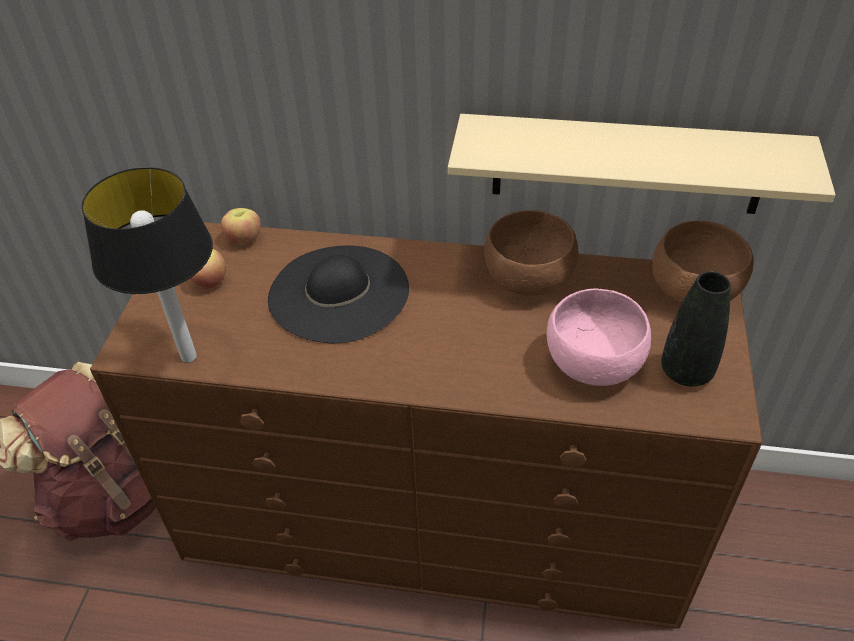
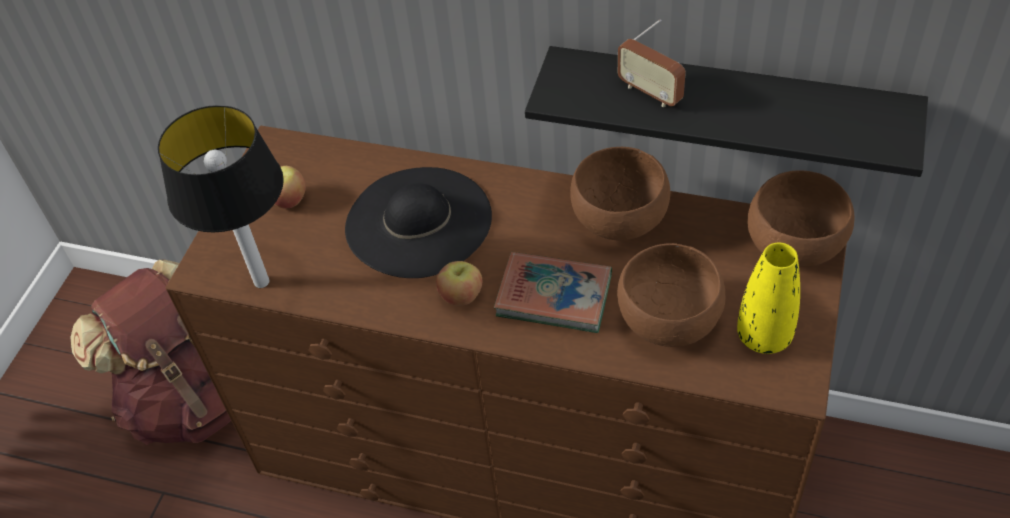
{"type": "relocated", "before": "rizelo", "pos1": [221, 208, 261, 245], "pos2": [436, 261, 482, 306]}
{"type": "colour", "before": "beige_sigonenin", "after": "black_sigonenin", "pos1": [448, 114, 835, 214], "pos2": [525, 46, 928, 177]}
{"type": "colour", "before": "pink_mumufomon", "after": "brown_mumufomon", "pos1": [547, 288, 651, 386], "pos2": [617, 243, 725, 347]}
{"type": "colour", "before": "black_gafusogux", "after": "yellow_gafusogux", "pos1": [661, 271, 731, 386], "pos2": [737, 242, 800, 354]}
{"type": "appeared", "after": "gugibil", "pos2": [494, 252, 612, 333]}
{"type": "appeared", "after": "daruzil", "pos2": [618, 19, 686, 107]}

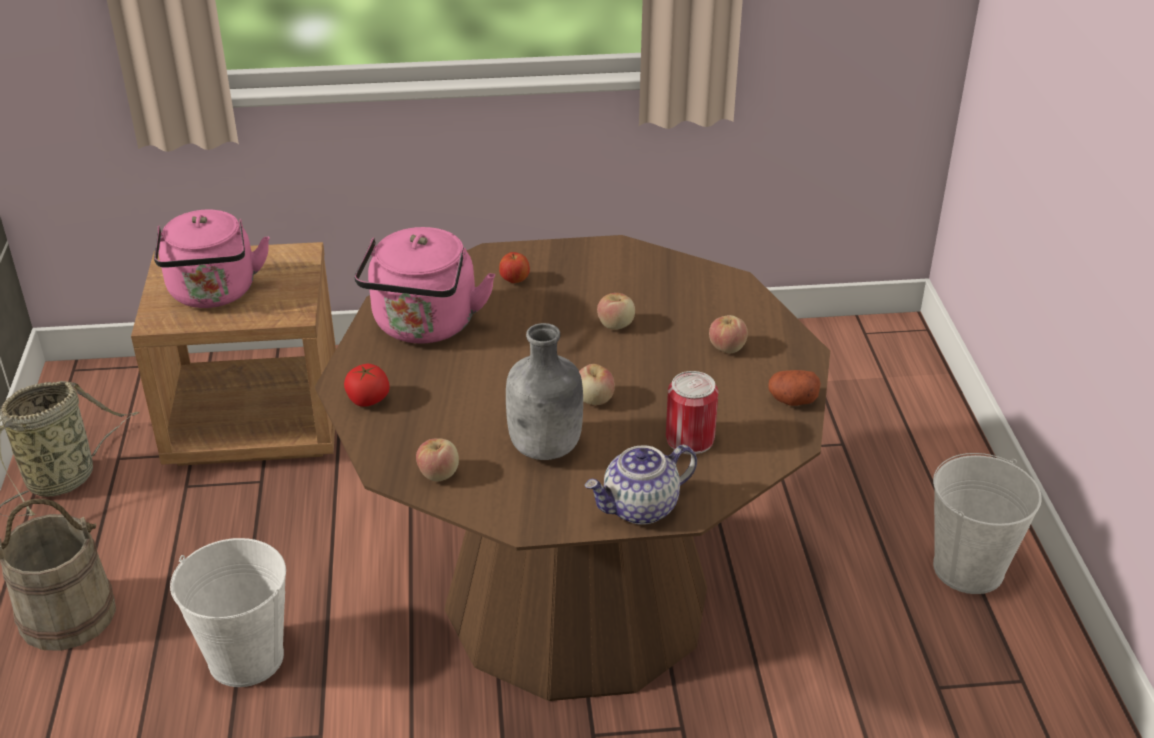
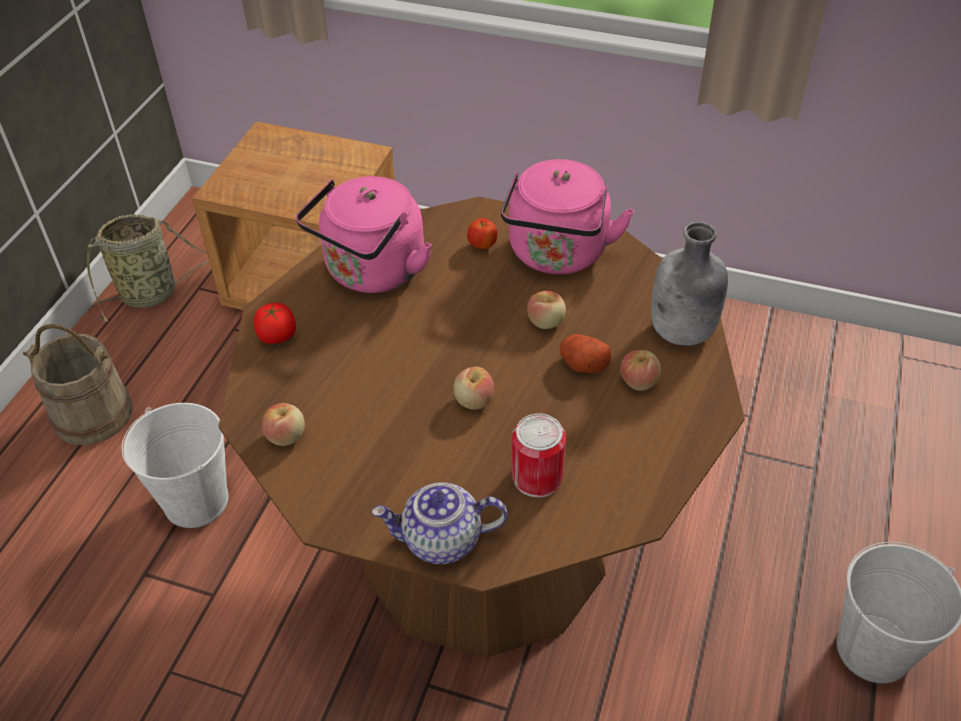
{"type": "relocated", "before": "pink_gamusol", "pos1": [154, 210, 270, 308], "pos2": [501, 159, 634, 274]}
{"type": "relocated", "before": "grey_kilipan", "pos1": [506, 323, 583, 460], "pos2": [651, 222, 728, 346]}
{"type": "relocated", "before": "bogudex", "pos1": [768, 370, 821, 406], "pos2": [560, 334, 611, 373]}

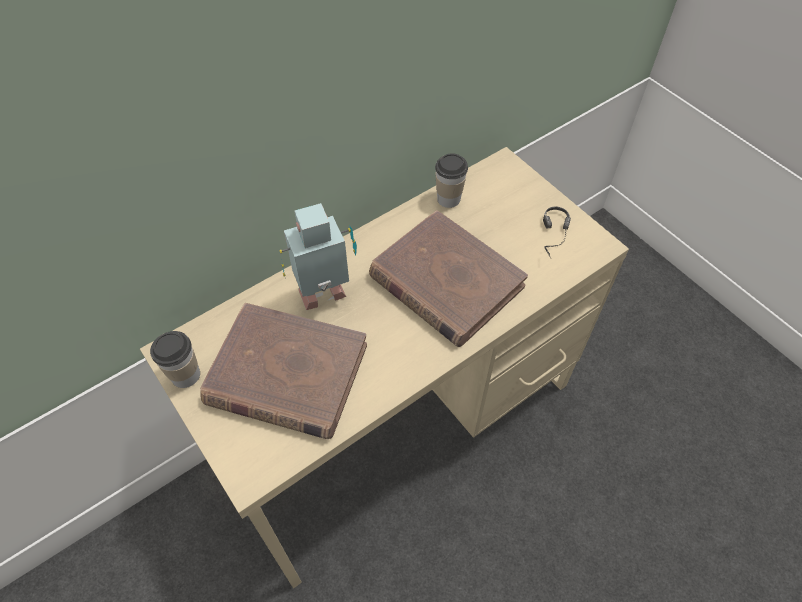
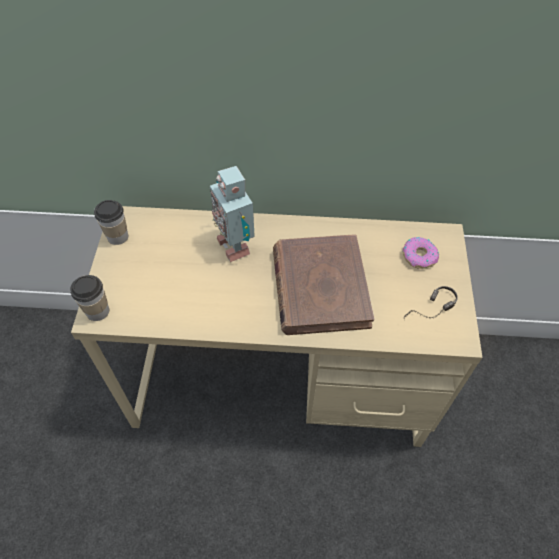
{"type": "missing", "before": "brown_gugibil", "pos1": [200, 303, 367, 439]}
{"type": "spun", "before": "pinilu", "pos1": [279, 203, 357, 310], "pos2": [210, 166, 255, 262], "turn": -135}
{"type": "relocated", "before": "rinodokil", "pos1": [435, 153, 468, 208], "pos2": [70, 275, 109, 321]}
{"type": "appeared", "after": "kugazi", "pos2": [403, 237, 439, 269]}

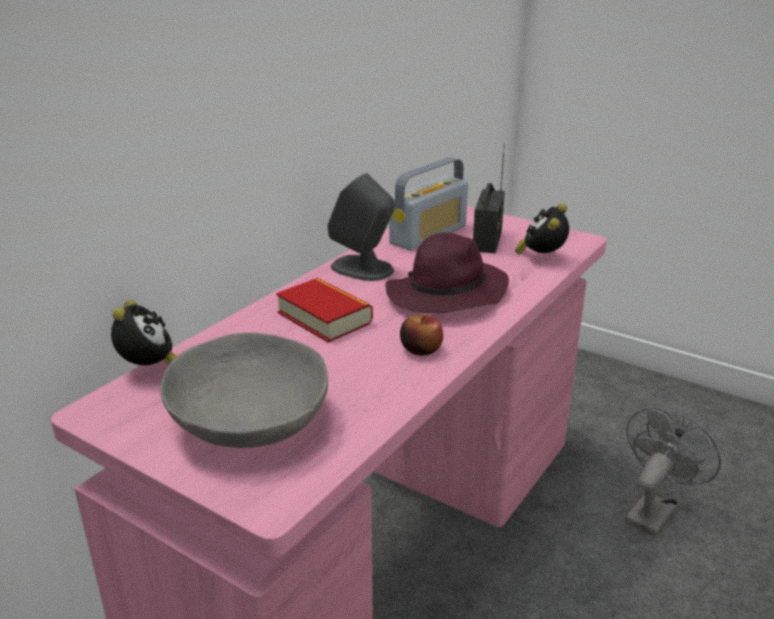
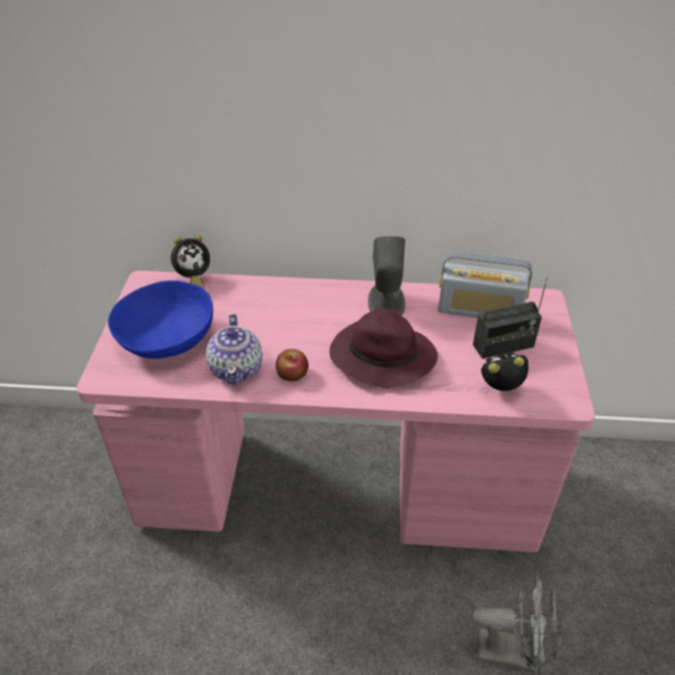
{"type": "colour", "before": "grey_mumufomon", "after": "blue_mumufomon", "pos1": [160, 333, 328, 448], "pos2": [108, 280, 213, 359]}
{"type": "missing", "before": "gugibil", "pos1": [276, 278, 373, 343]}
{"type": "appeared", "after": "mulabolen", "pos2": [206, 314, 263, 386]}

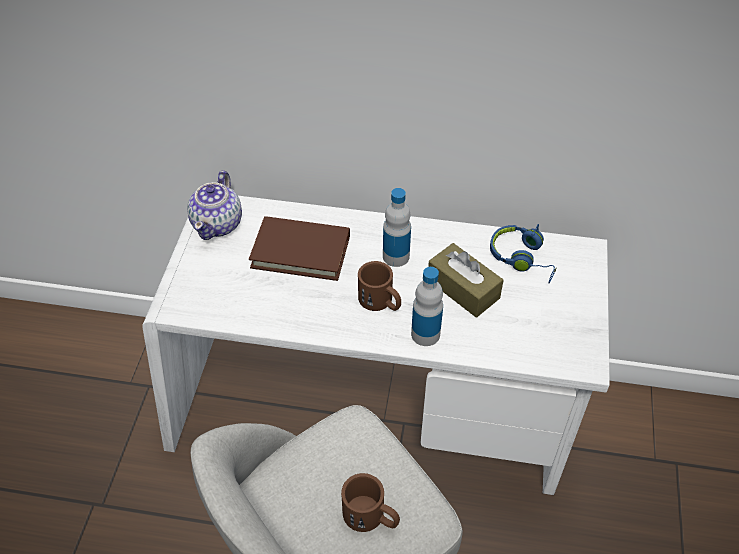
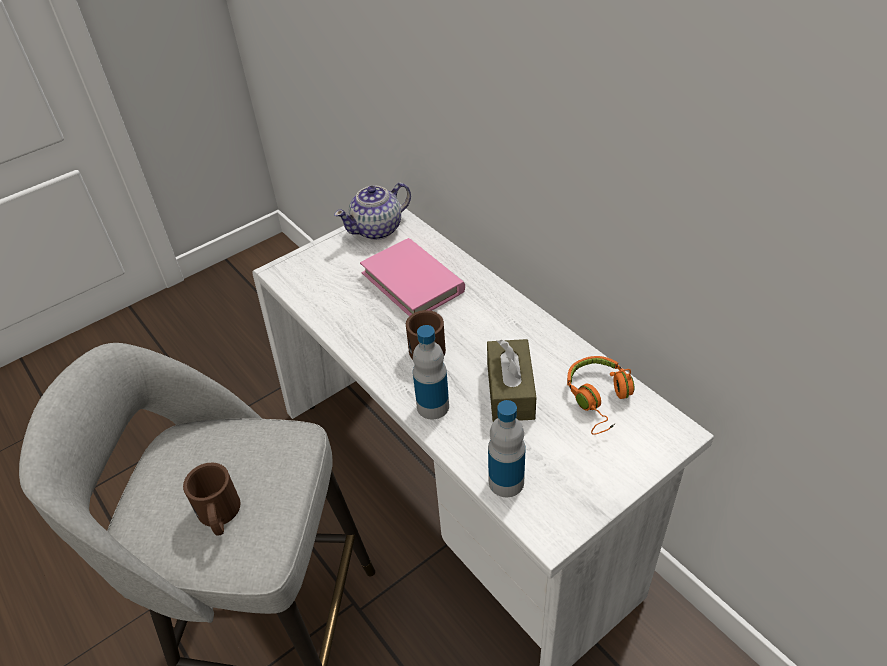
{"type": "colour", "before": "brown_gugibil", "after": "pink_gugibil", "pos1": [249, 216, 350, 281], "pos2": [360, 238, 465, 316]}
{"type": "relocated", "before": "kilipan", "pos1": [383, 188, 411, 267], "pos2": [488, 400, 525, 497]}
{"type": "colour", "before": "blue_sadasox", "after": "orange_sadasox", "pos1": [490, 224, 557, 283], "pos2": [567, 356, 635, 435]}

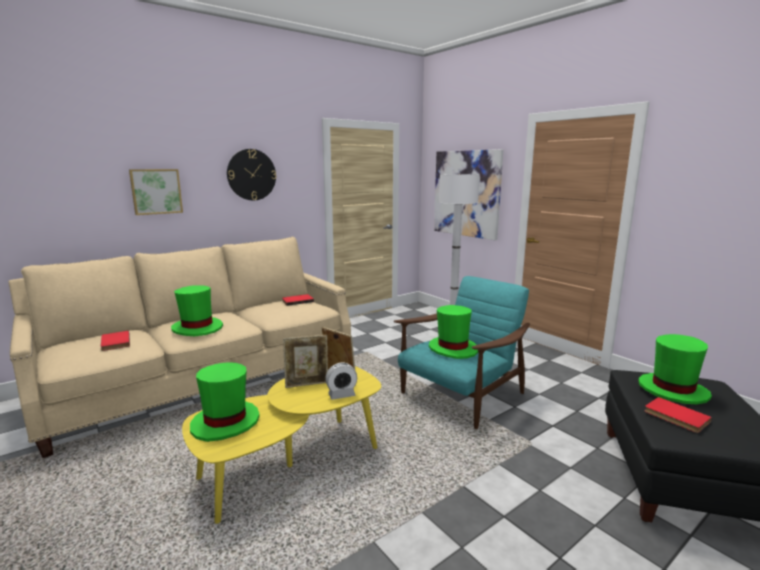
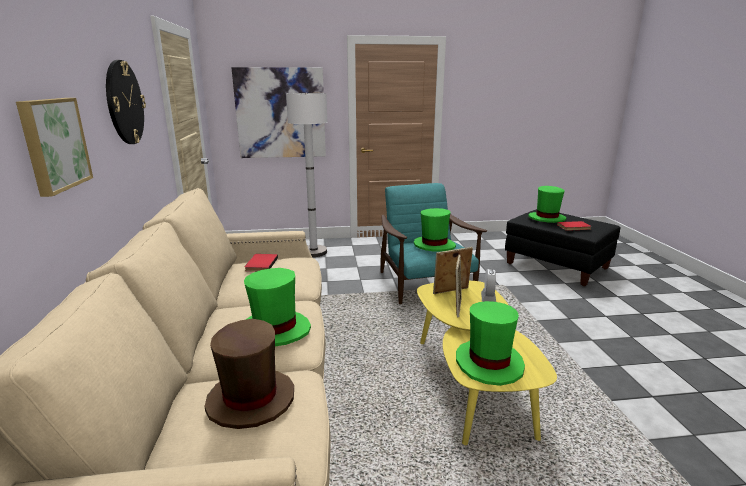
{"type": "exchanged", "before": "red_gugibil", "after": "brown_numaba", "pos1": [100, 331, 130, 351], "pos2": [205, 319, 294, 429]}

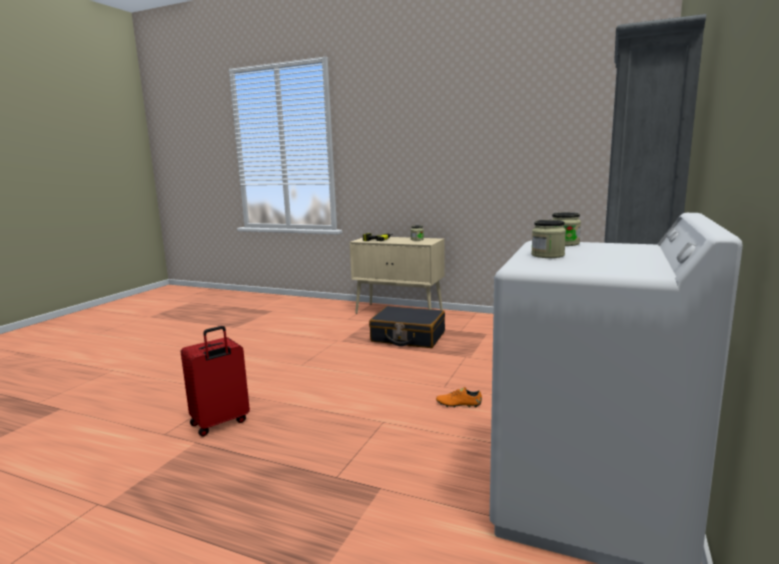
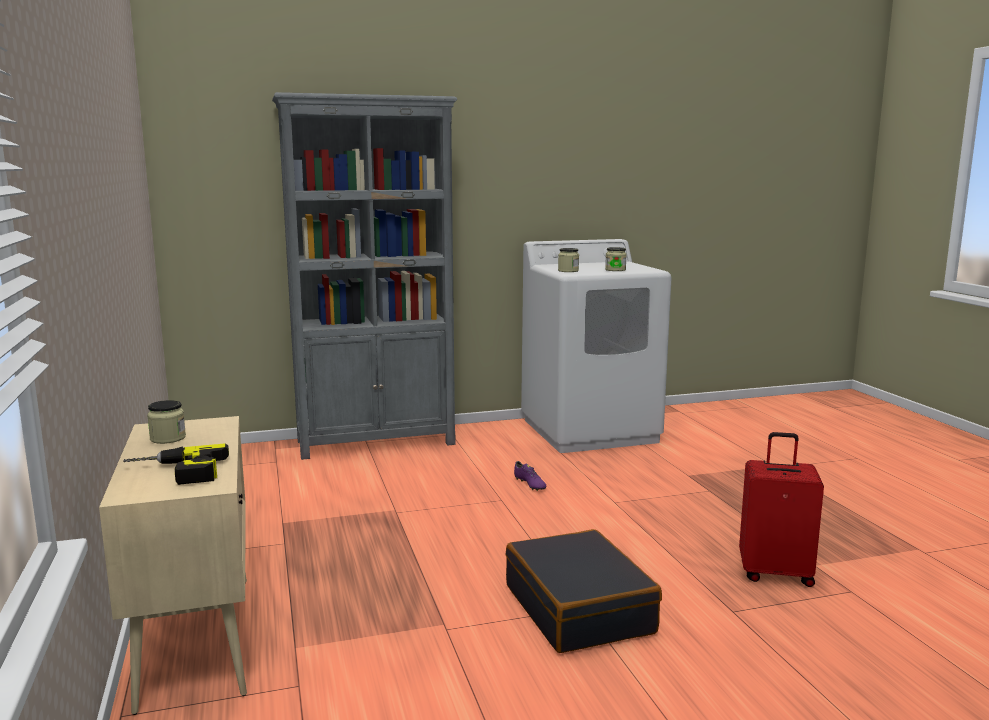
{"type": "relocated", "before": "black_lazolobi", "pos1": [369, 306, 445, 348], "pos2": [506, 529, 662, 653]}
{"type": "colour", "before": "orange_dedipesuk", "after": "purple_dedipesuk", "pos1": [436, 387, 482, 408], "pos2": [514, 461, 546, 491]}

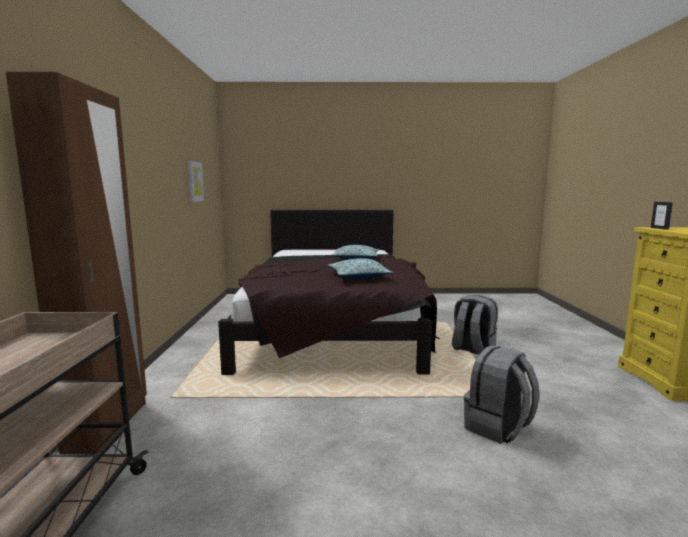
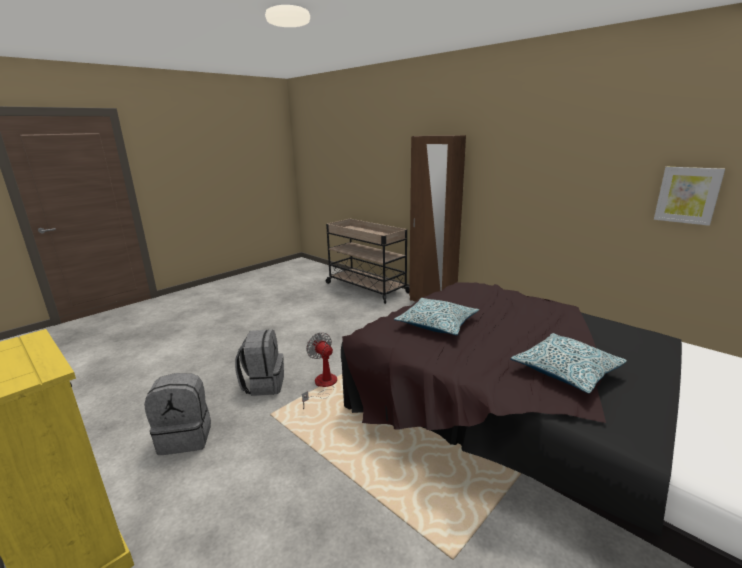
{"type": "relocated", "before": "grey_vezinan", "pos1": [452, 295, 498, 354], "pos2": [144, 373, 211, 455]}
{"type": "missing", "before": "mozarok", "pos1": [651, 202, 673, 230]}
{"type": "appeared", "after": "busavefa", "pos2": [302, 332, 337, 409]}

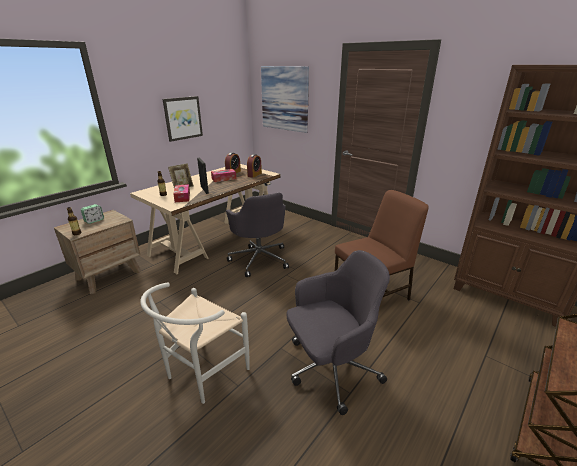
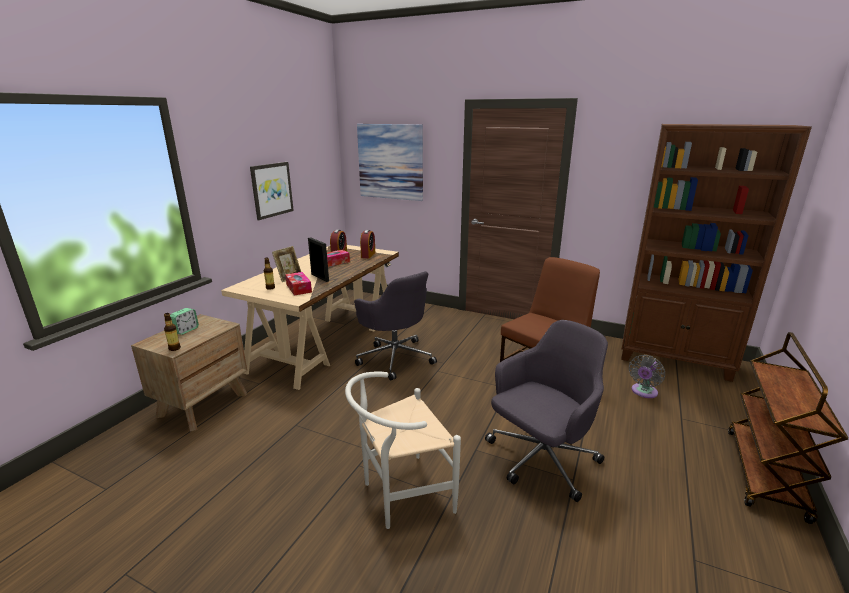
{"type": "spun", "before": "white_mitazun", "pos1": [140, 282, 250, 404], "pos2": [345, 372, 461, 529], "turn": 45}
{"type": "appeared", "after": "grey_busavefa", "pos2": [629, 355, 665, 398]}

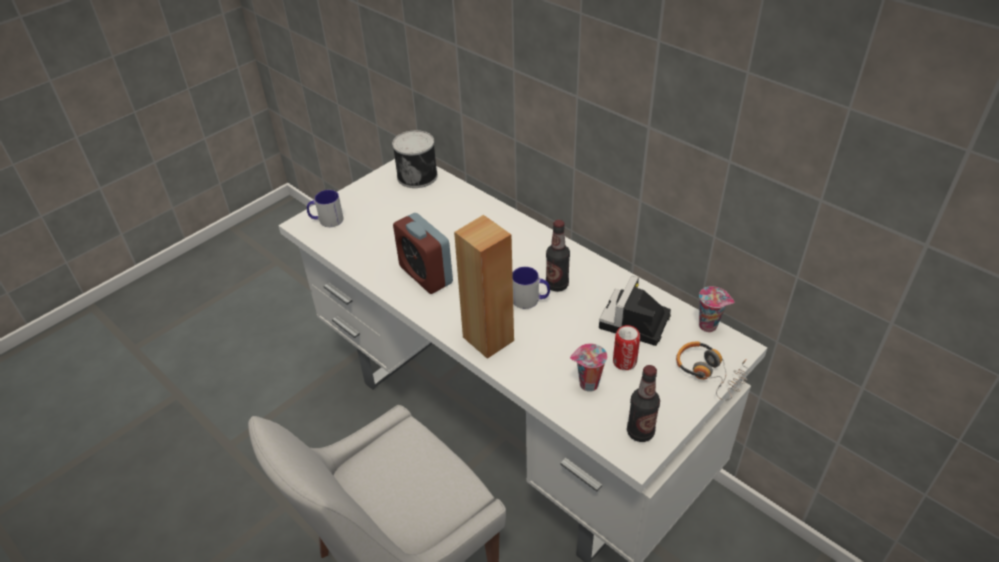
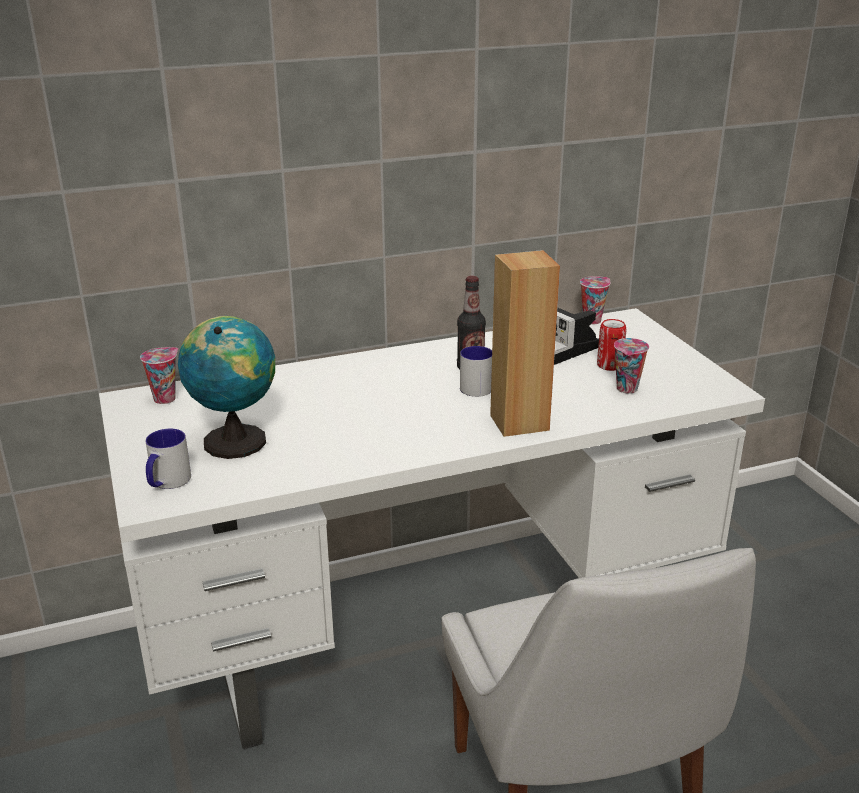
{"type": "exchanged", "before": "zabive", "after": "rinodokil", "pos1": [392, 130, 438, 188], "pos2": [140, 347, 178, 404]}
{"type": "missing", "before": "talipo", "pos1": [393, 213, 453, 294]}
{"type": "missing", "before": "kilipan", "pos1": [627, 365, 660, 442]}
{"type": "missing", "before": "sadasox", "pos1": [676, 342, 750, 400]}
{"type": "appeared", "after": "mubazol", "pos2": [178, 316, 275, 459]}

